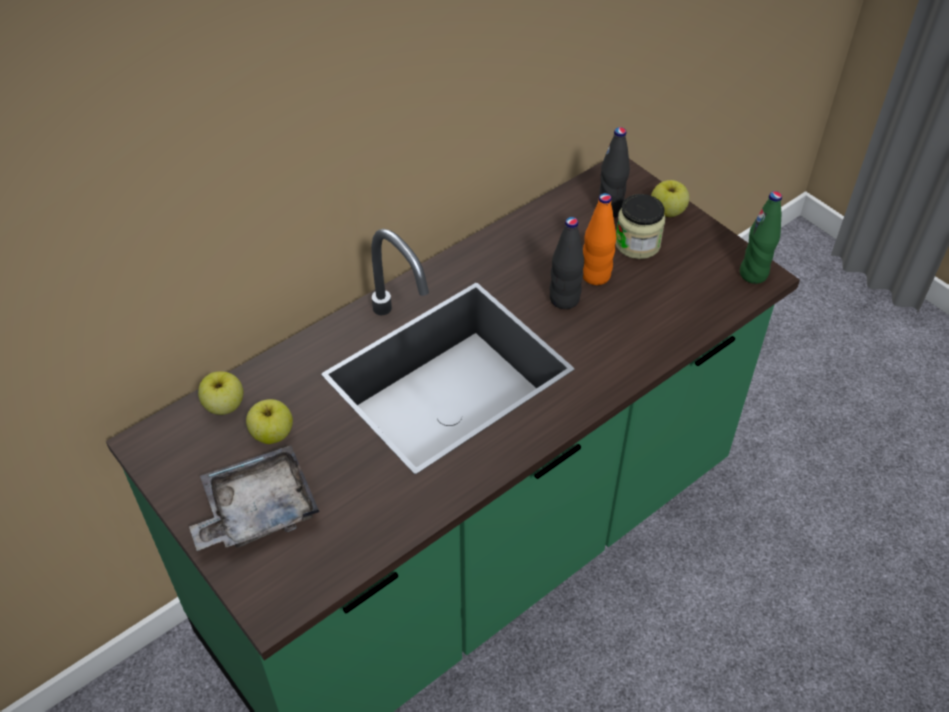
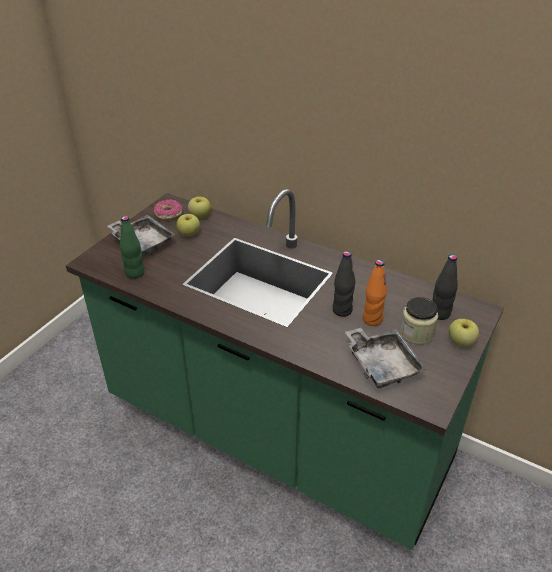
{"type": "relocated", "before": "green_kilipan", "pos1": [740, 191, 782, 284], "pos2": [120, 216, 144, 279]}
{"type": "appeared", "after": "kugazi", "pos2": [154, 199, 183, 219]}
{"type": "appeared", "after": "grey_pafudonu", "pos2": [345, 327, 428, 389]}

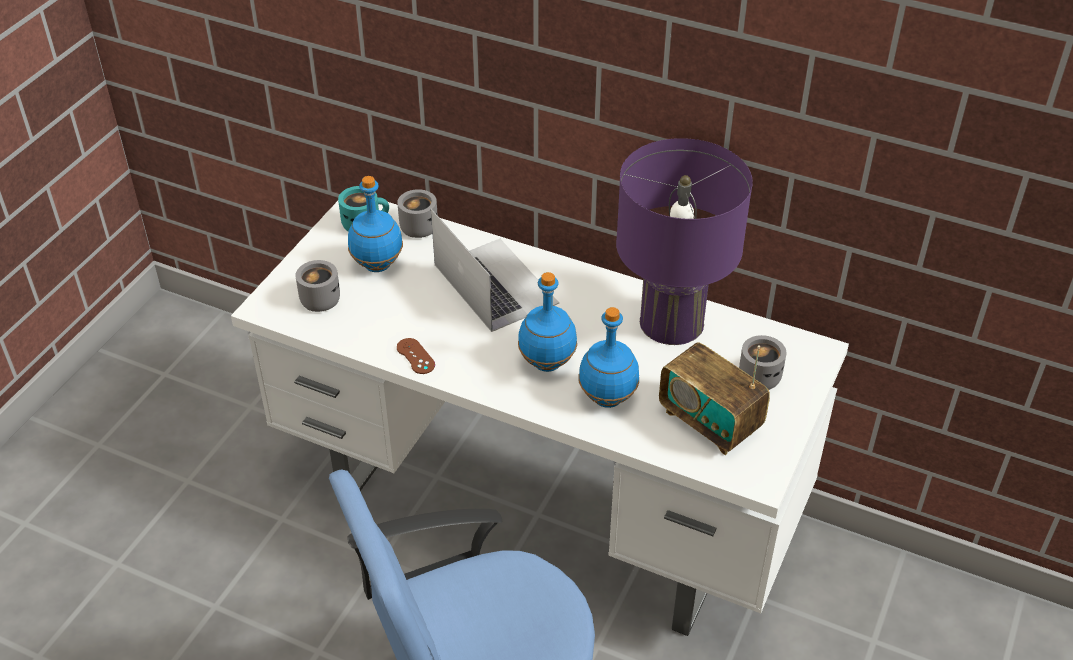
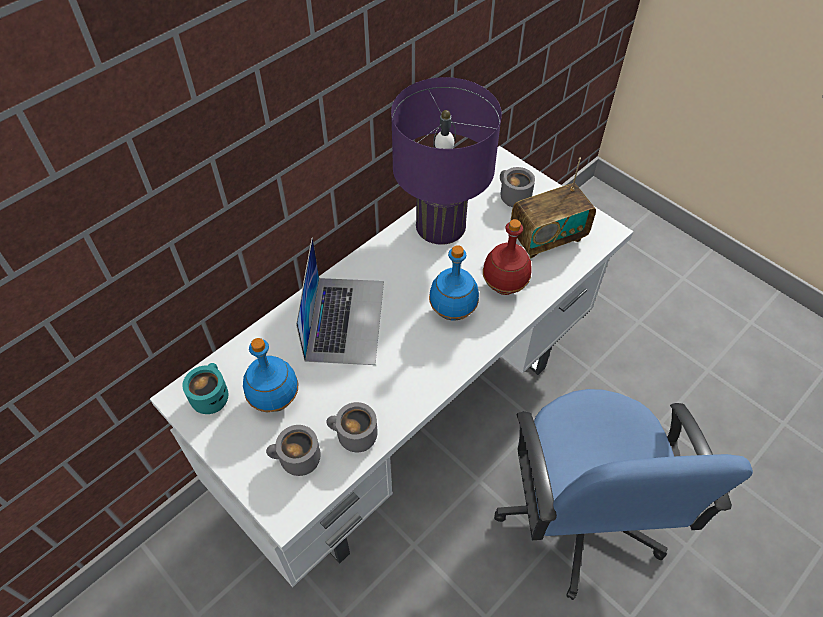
{"type": "relocated", "before": "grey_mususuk", "pos1": [397, 189, 438, 238], "pos2": [327, 402, 378, 452]}
{"type": "missing", "before": "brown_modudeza", "pos1": [397, 338, 435, 374]}
{"type": "spun", "before": "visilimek", "pos1": [431, 209, 559, 332], "pos2": [296, 238, 384, 365], "turn": 105}
{"type": "colour", "before": "blue_kilipan", "after": "red_kilipan", "pos1": [579, 307, 639, 408], "pos2": [483, 219, 532, 295]}

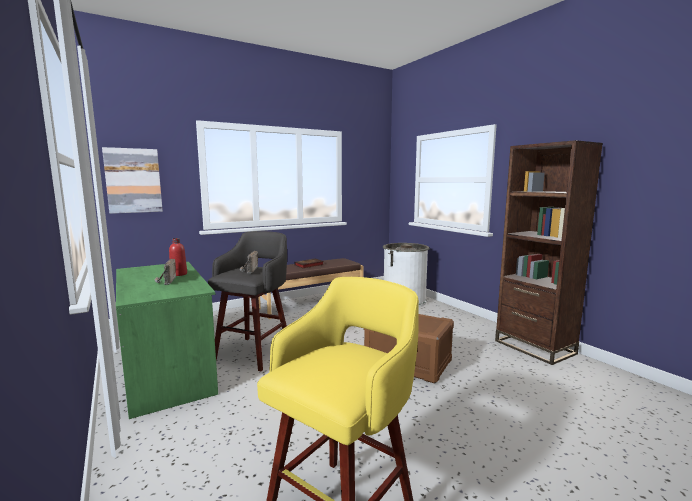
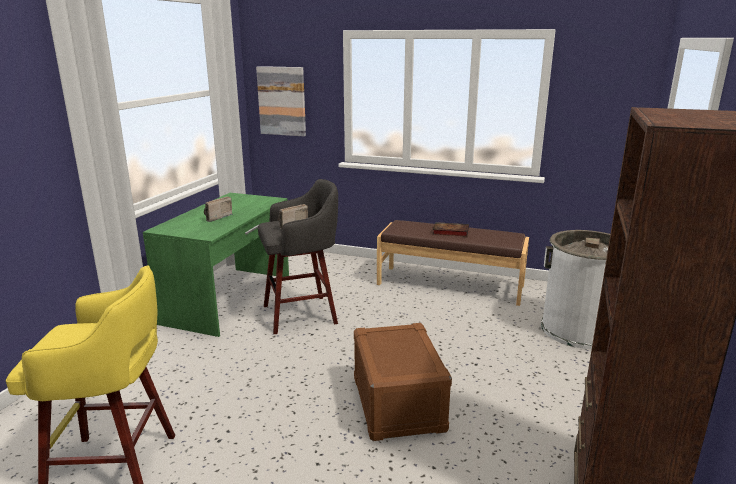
{"type": "missing", "before": "red_kilipan", "pos1": [169, 238, 187, 276]}

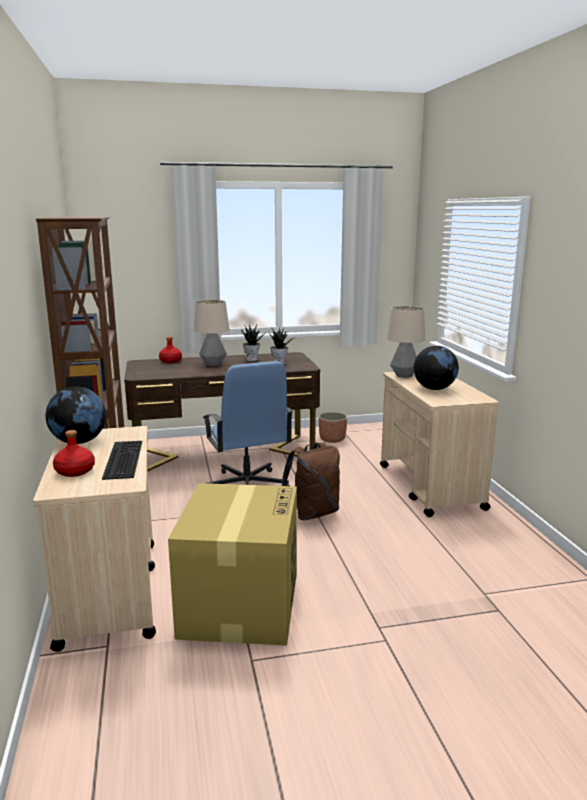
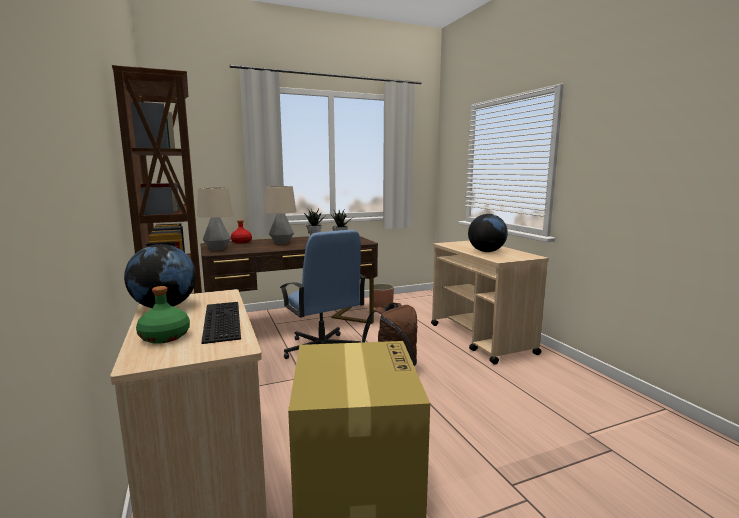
{"type": "colour", "before": "red_kilipan", "after": "green_kilipan", "pos1": [53, 430, 95, 477], "pos2": [136, 286, 190, 344]}
{"type": "relocated", "before": "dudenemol", "pos1": [387, 306, 425, 378], "pos2": [197, 187, 233, 251]}

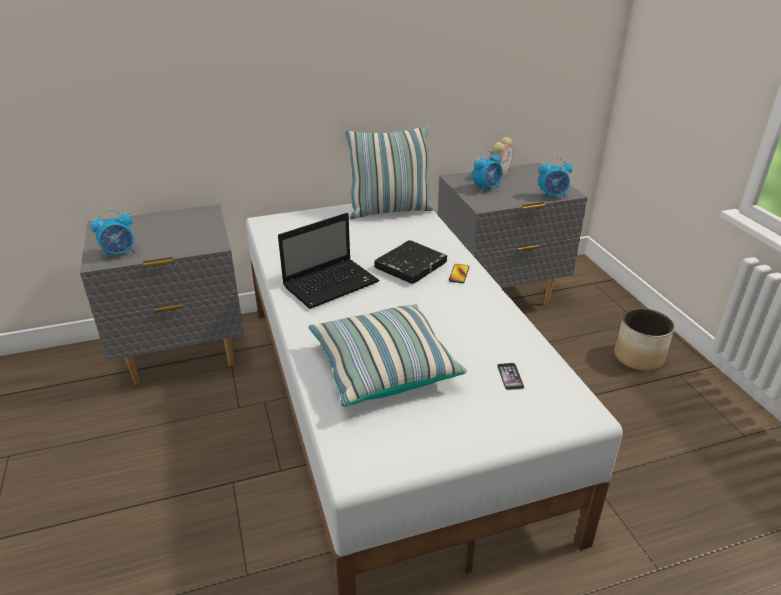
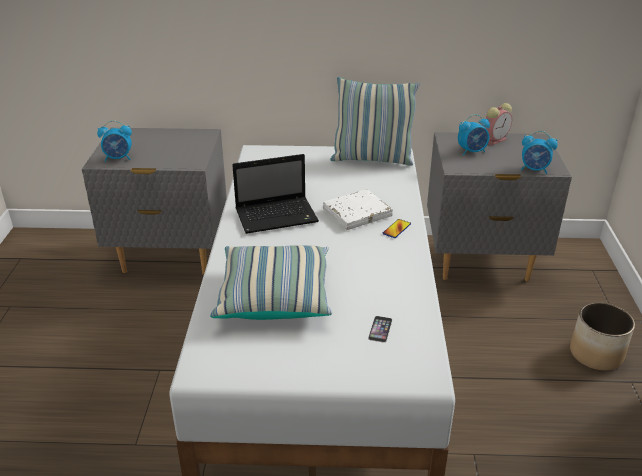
{"type": "colour", "before": "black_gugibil", "after": "white_gugibil", "pos1": [374, 240, 447, 284], "pos2": [323, 189, 393, 230]}

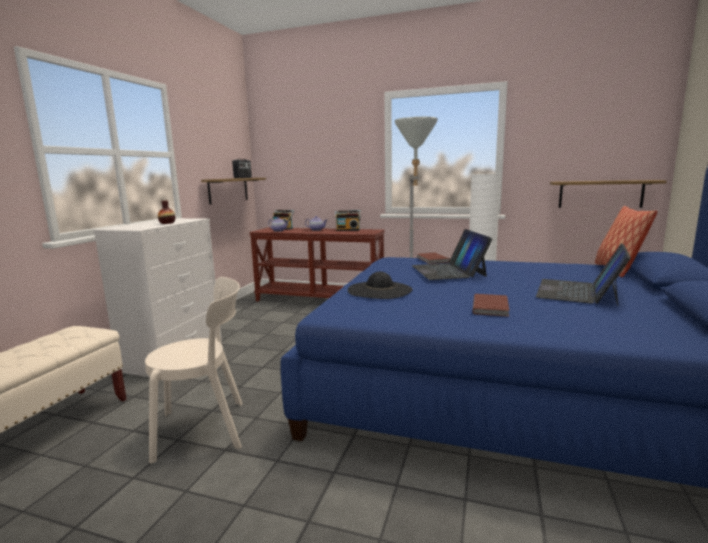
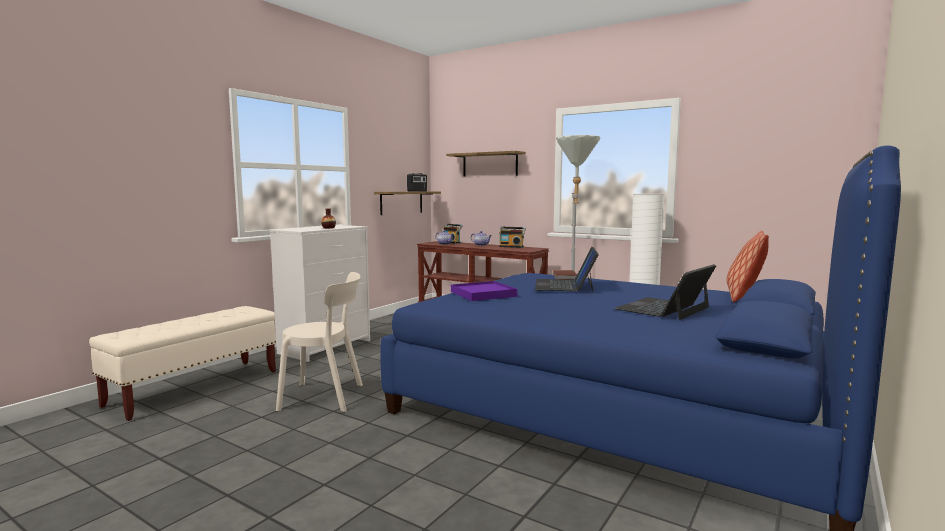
{"type": "exchanged", "before": "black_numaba", "after": "purple_pafudonu", "pos1": [348, 272, 413, 299], "pos2": [451, 281, 518, 301]}
{"type": "missing", "before": "brown_gugibil", "pos1": [473, 294, 510, 317]}
{"type": "relocated", "before": "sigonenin", "pos1": [550, 180, 667, 208], "pos2": [446, 151, 526, 177]}

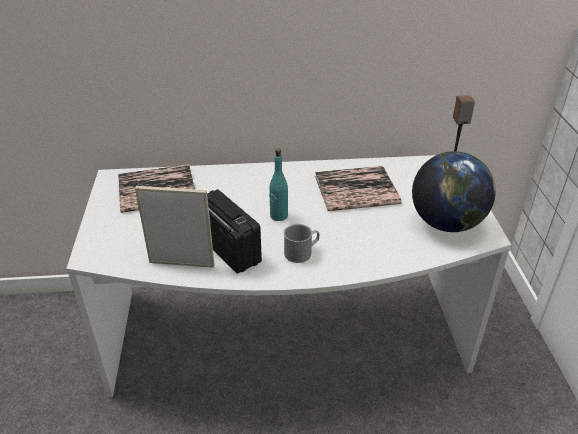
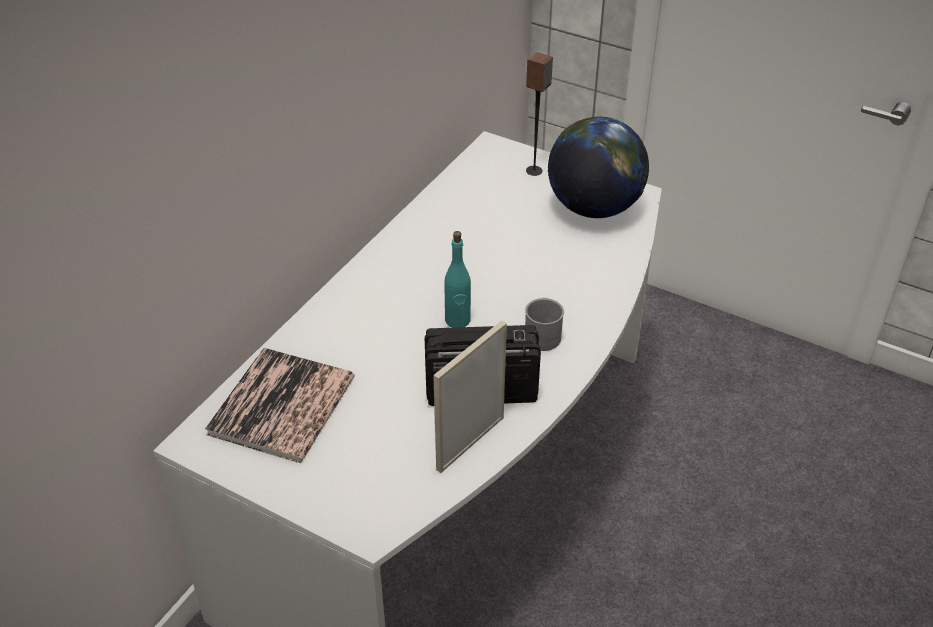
{"type": "missing", "before": "gugibil", "pos1": [315, 166, 402, 211]}

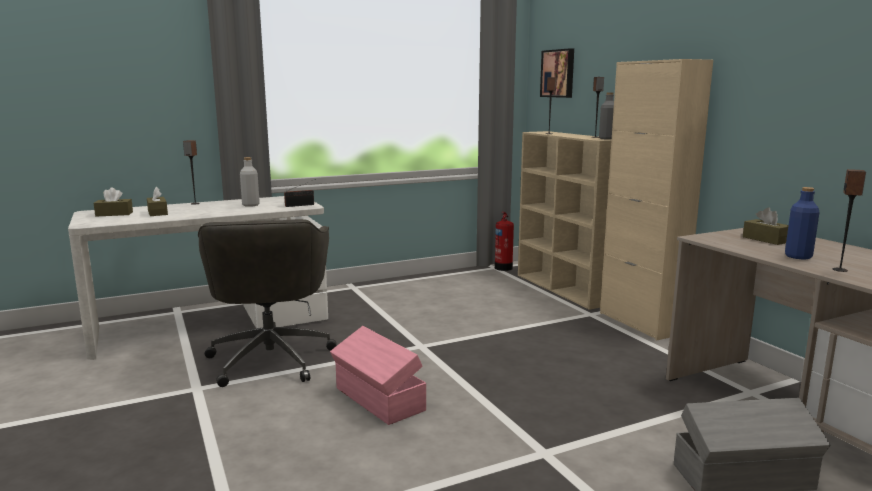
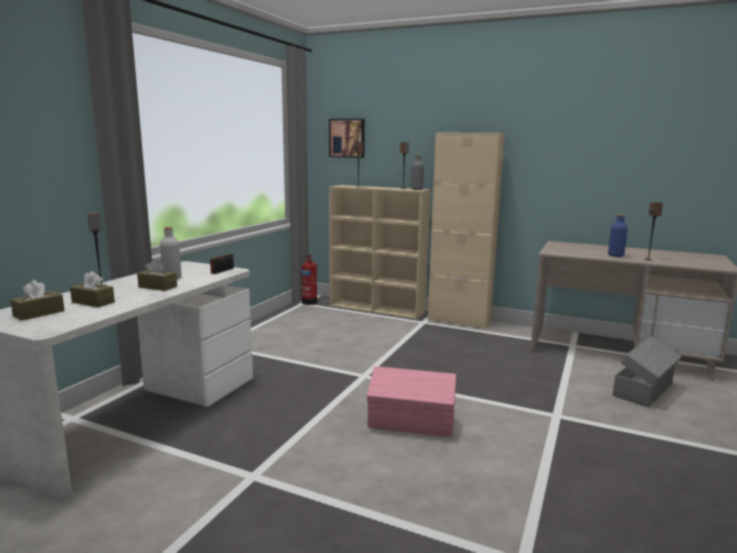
{"type": "missing", "before": "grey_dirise", "pos1": [198, 219, 337, 387]}
{"type": "relocated", "before": "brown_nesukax", "pos1": [743, 208, 788, 245], "pos2": [137, 259, 177, 291]}

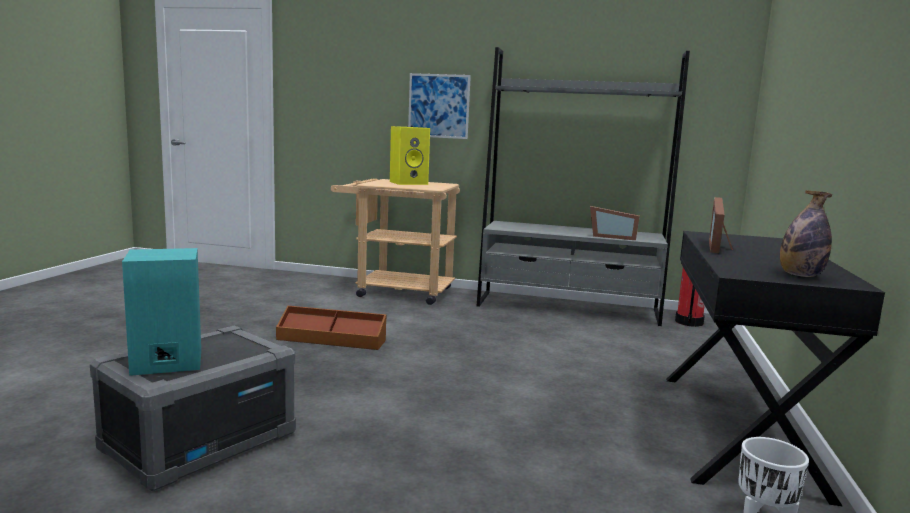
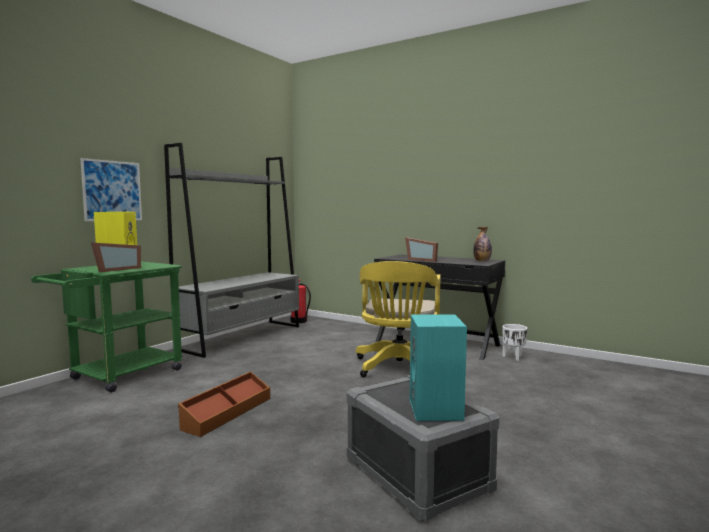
{"type": "colour", "before": "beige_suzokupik", "after": "green_suzokupik", "pos1": [331, 179, 460, 305], "pos2": [31, 262, 182, 393]}
{"type": "relocated", "before": "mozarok", "pos1": [590, 206, 640, 240], "pos2": [91, 242, 141, 272]}
{"type": "appeared", "after": "yellow_dirise", "pos2": [356, 261, 440, 378]}

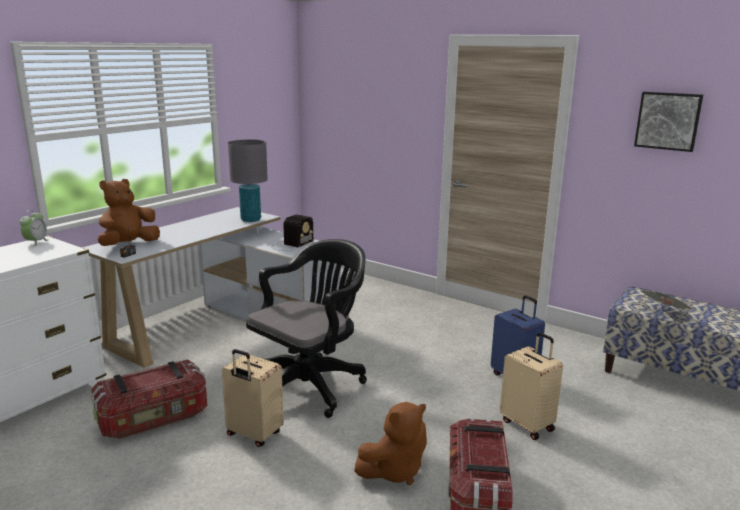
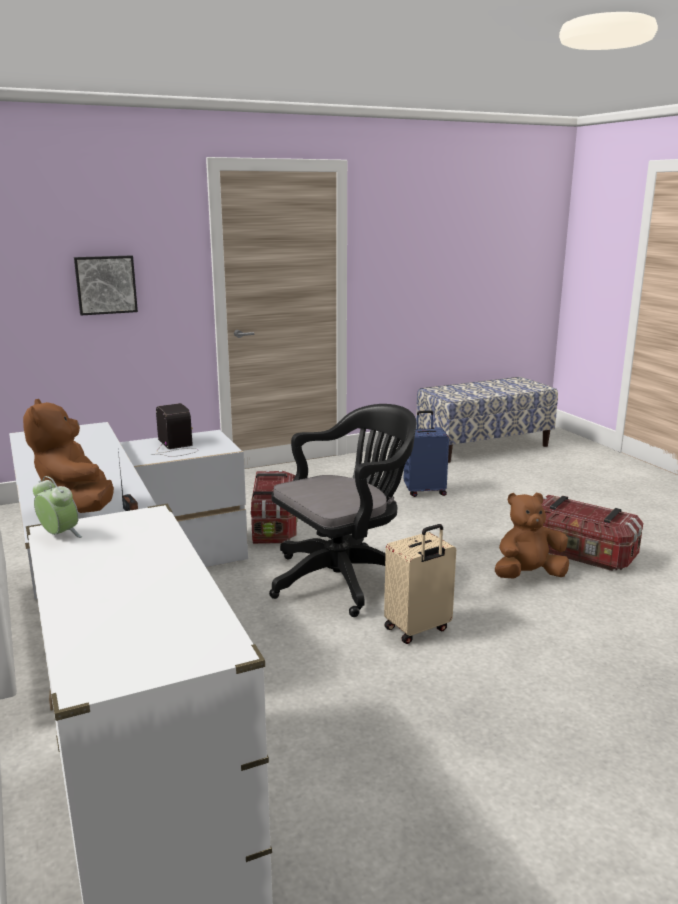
{"type": "relocated", "before": "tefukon", "pos1": [91, 360, 207, 439], "pos2": [250, 470, 297, 544]}
{"type": "missing", "before": "grey_dudenemol", "pos1": [228, 139, 268, 222]}
{"type": "spun", "before": "black_dirise", "pos1": [246, 239, 367, 418], "pos2": [269, 404, 416, 617], "turn": 75}
{"type": "spun", "before": "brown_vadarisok", "pos1": [354, 402, 427, 485], "pos2": [495, 493, 569, 579], "turn": -105}
{"type": "missing", "before": "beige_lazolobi", "pos1": [500, 332, 563, 440]}
{"type": "relocated", "before": "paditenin", "pos1": [634, 92, 703, 152], "pos2": [74, 255, 138, 315]}
{"type": "missing", "before": "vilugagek", "pos1": [642, 291, 692, 310]}

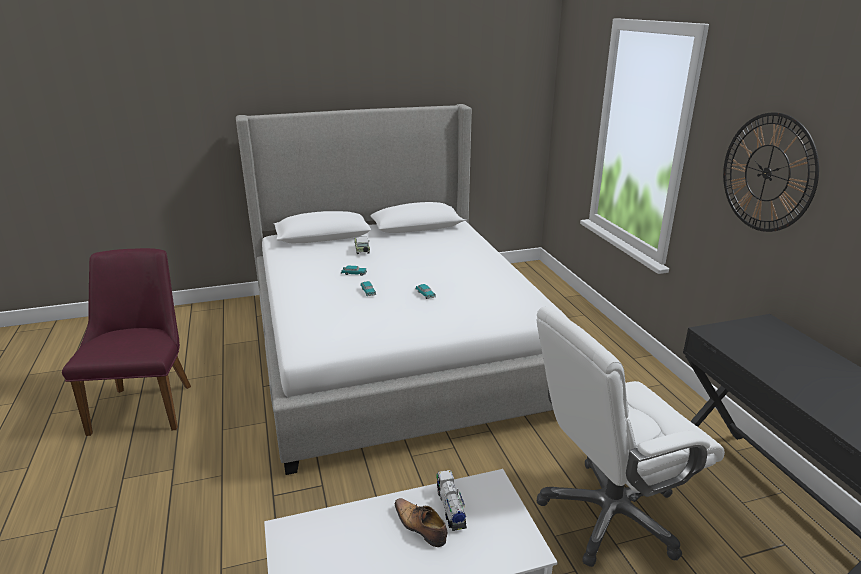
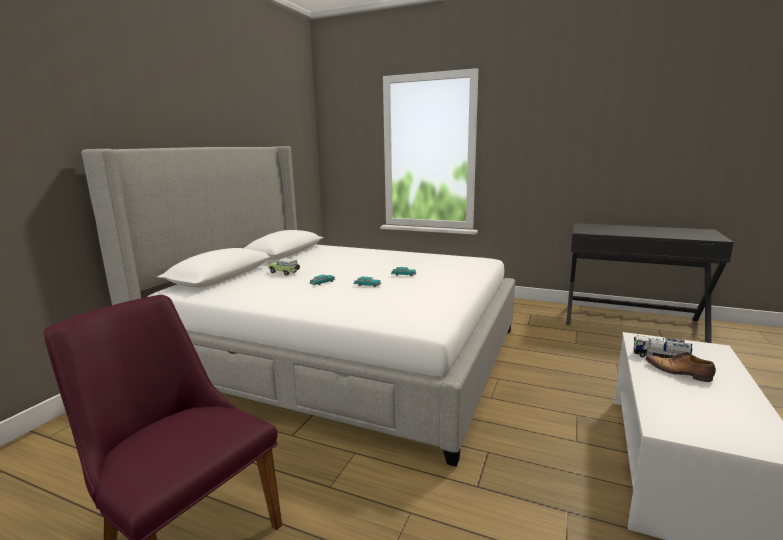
{"type": "spun", "before": "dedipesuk", "pos1": [395, 498, 447, 547], "pos2": [646, 352, 716, 382], "turn": 45}
{"type": "missing", "before": "white_dirise", "pos1": [537, 307, 725, 567]}
{"type": "missing", "before": "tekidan", "pos1": [723, 112, 819, 232]}

